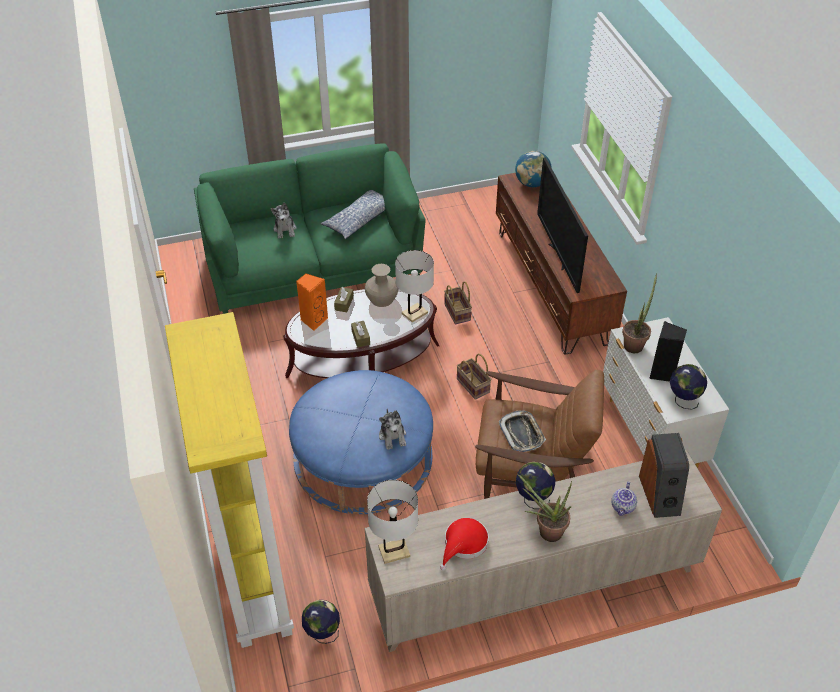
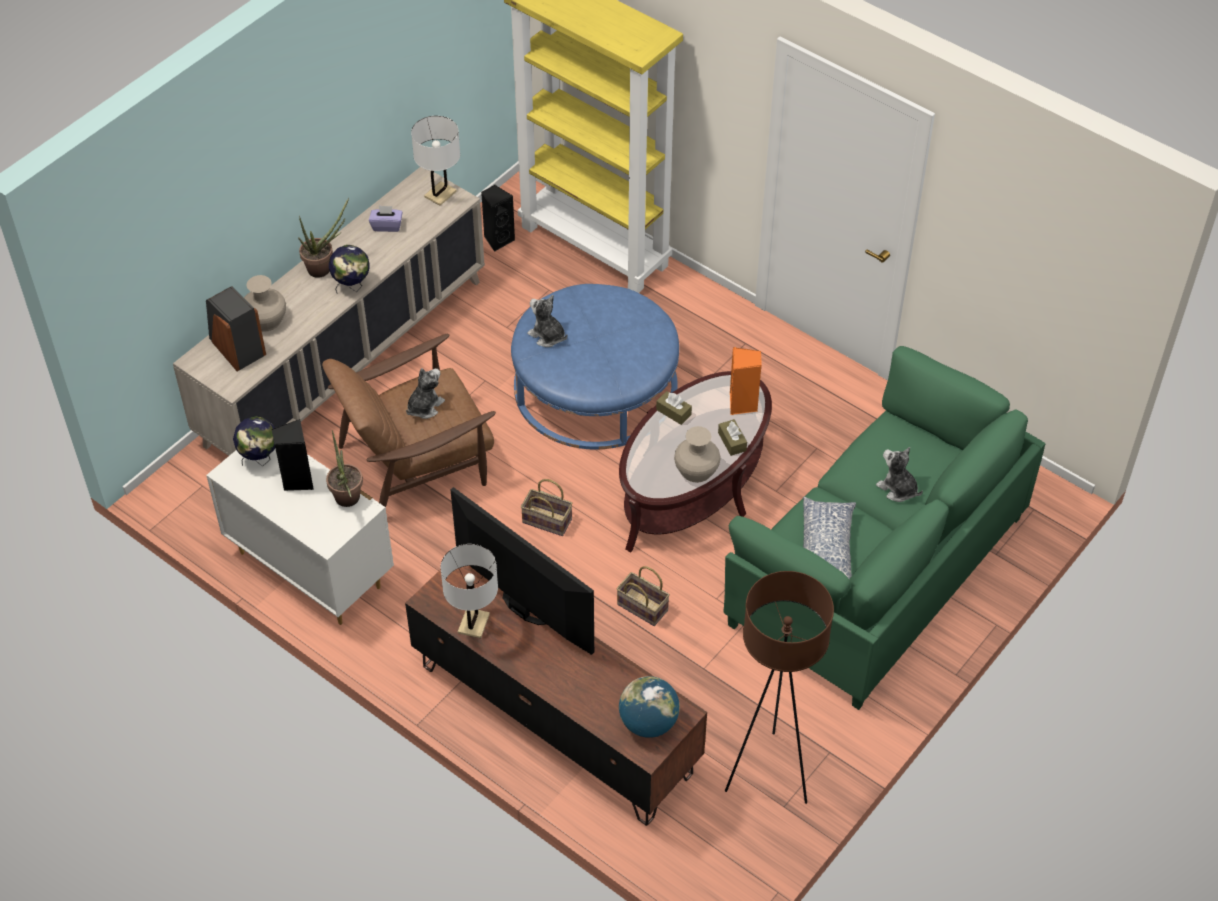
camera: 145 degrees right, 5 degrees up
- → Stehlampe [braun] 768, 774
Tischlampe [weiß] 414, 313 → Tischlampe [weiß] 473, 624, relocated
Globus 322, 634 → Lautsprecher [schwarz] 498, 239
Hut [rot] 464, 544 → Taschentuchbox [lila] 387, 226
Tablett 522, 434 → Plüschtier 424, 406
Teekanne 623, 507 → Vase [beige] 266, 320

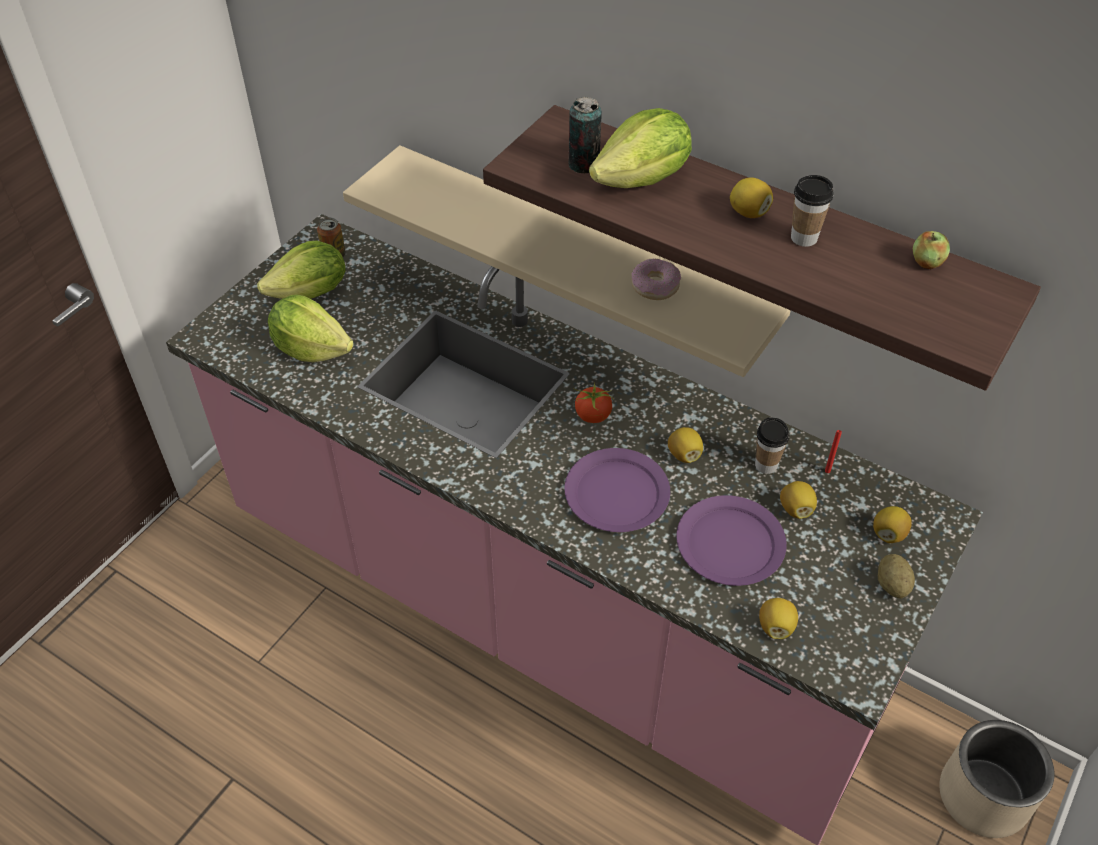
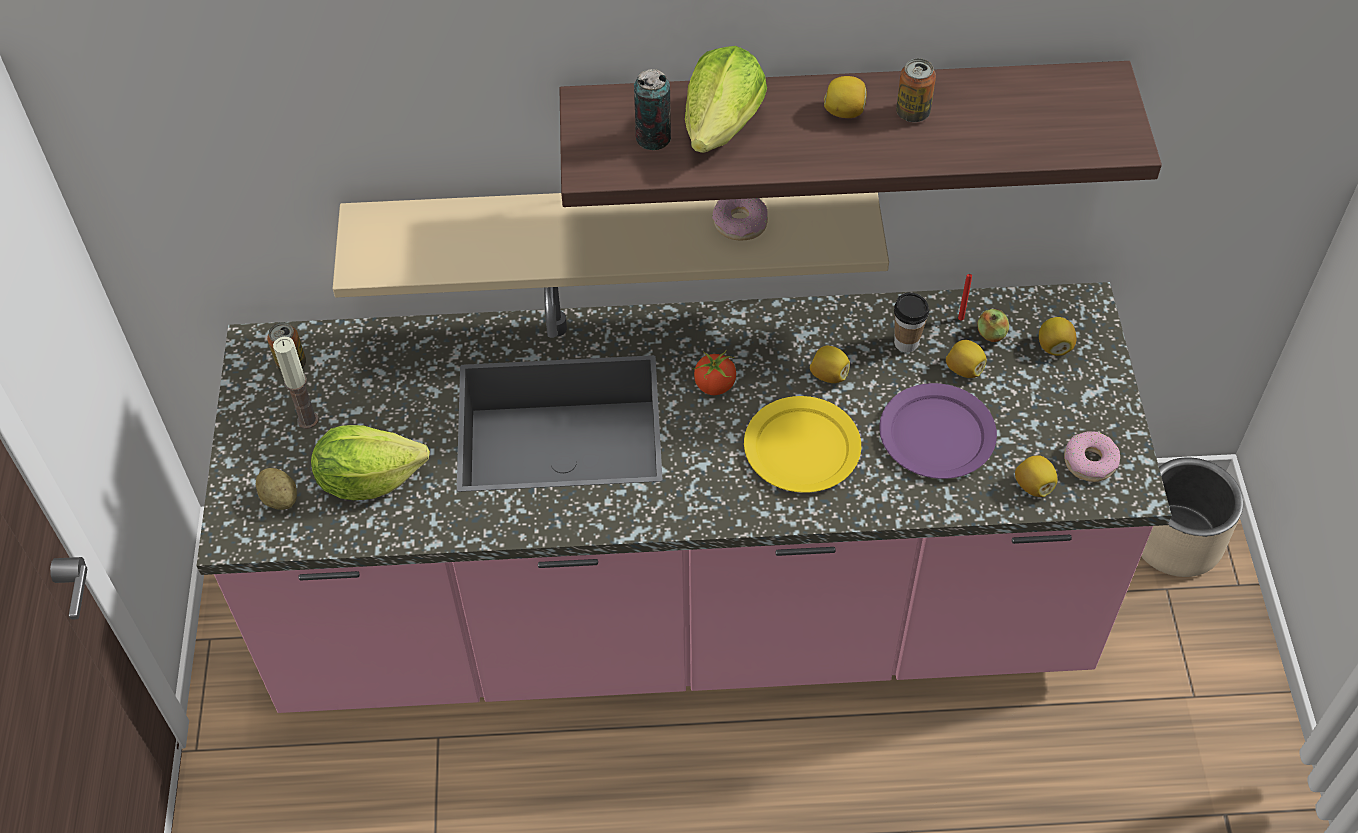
camera: 35 degrees left, 5 degrees up
- → Donut 1089, 461
Kartoffel 892, 585 → Kartoffel 279, 498, relocated
Apfel 926, 262 → Apfel 991, 334, relocated
Salatkopf 311, 293 → Kerze 307, 420
Tasse 804, 238 → Dose 912, 113
Teller [lila] 616, 493 → Teller [gelb] 801, 448

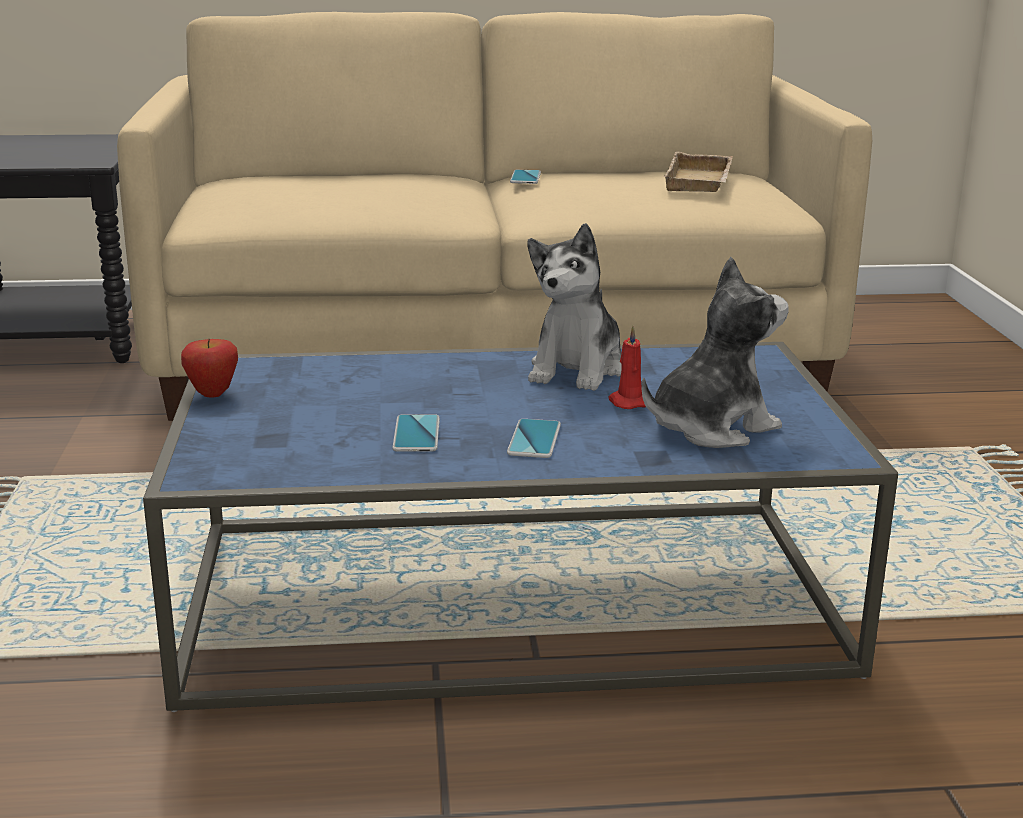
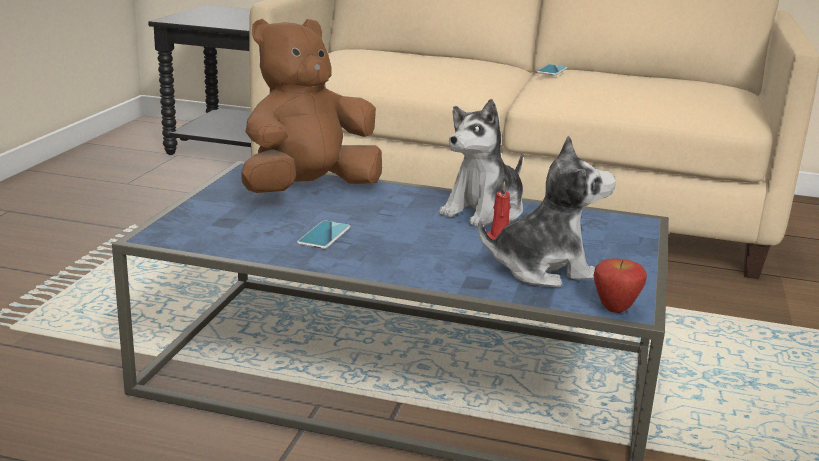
camera: 20 degrees right, 0 degrees up
Handy 534, 440 → -
Tablett [beige] 701, 182 → -
- → Plüschtier [braun] 308, 190
Apfel 212, 394 → Apfel 615, 309, relocated

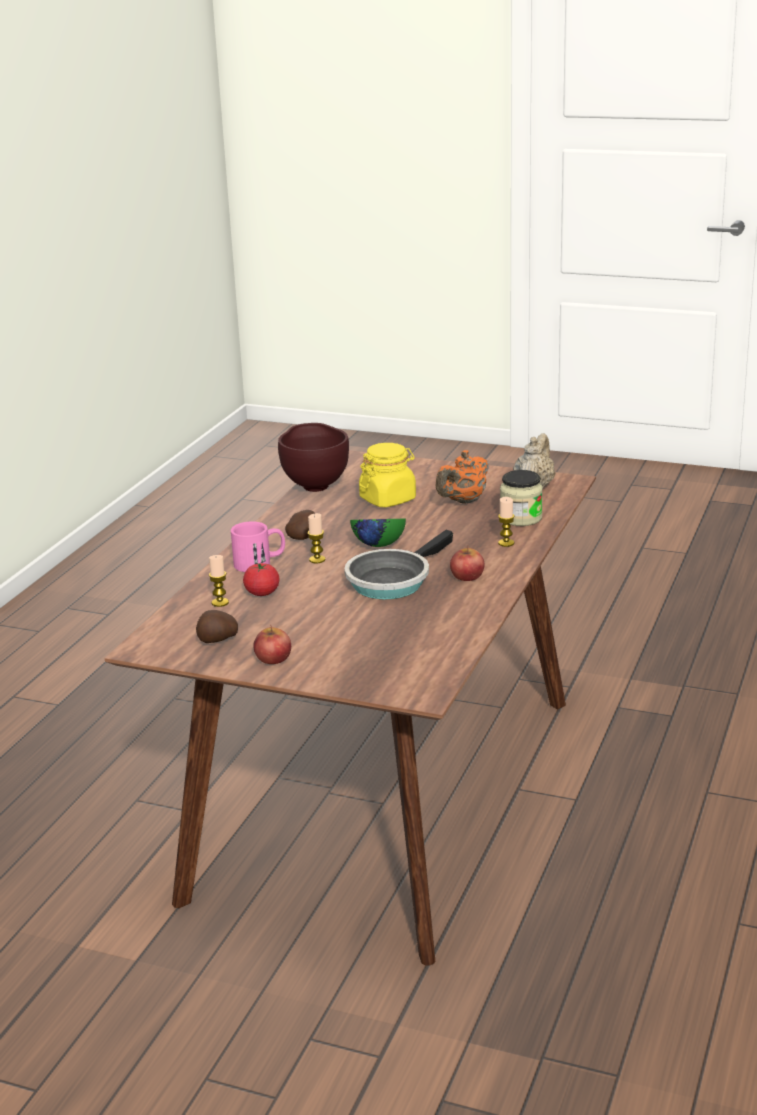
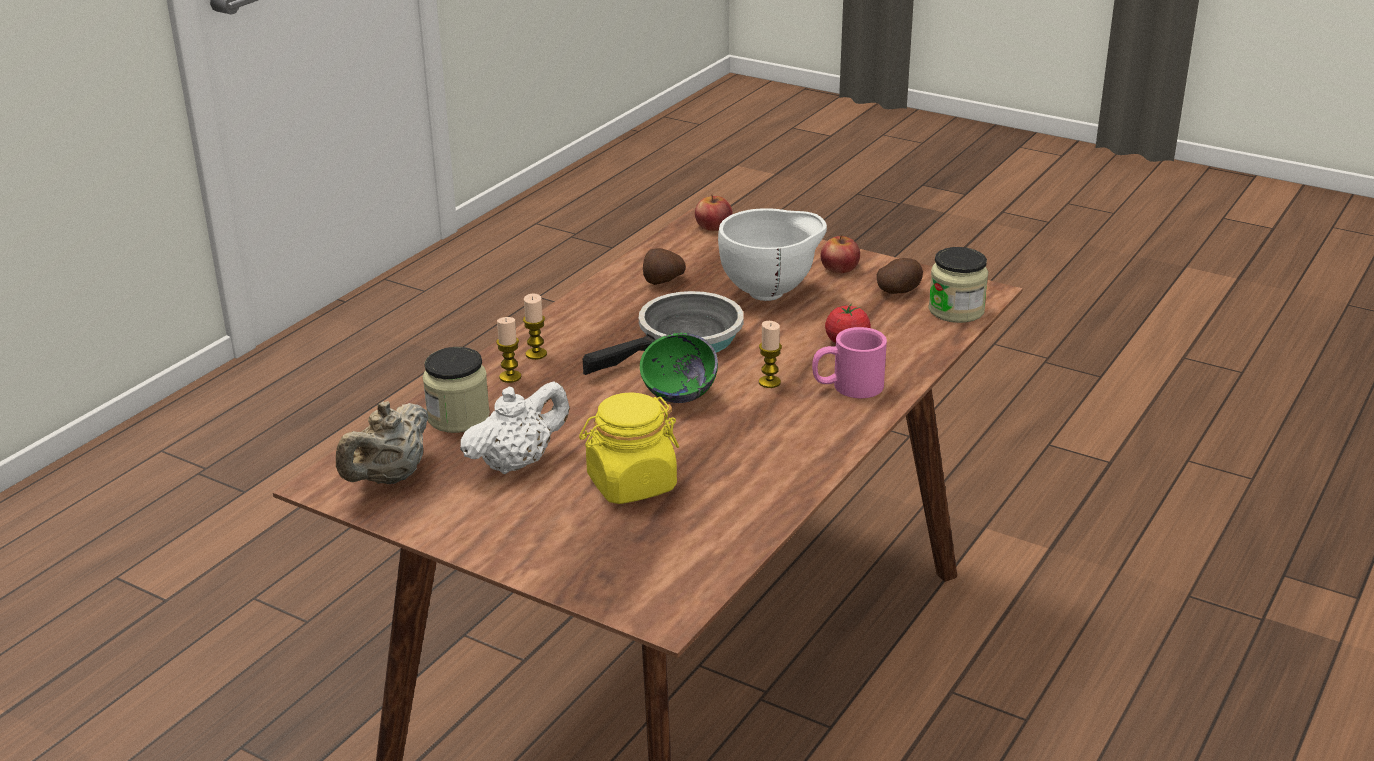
camera: 170 degrees left, 5 degrees up
Schüssel [braun] 315, 485 → -
- → Schüssel [weiß] 771, 293
- → Vorratsglas 956, 310
Kerze 220, 602 → Kerze 536, 354, relocated
Kartoffel 304, 537 → Kartoffel 662, 281, relocated
Apfel 467, 576 → Apfel 713, 226, relocated
Teekanne [orange] 463, 501 → Teekanne [weiß] 517, 463

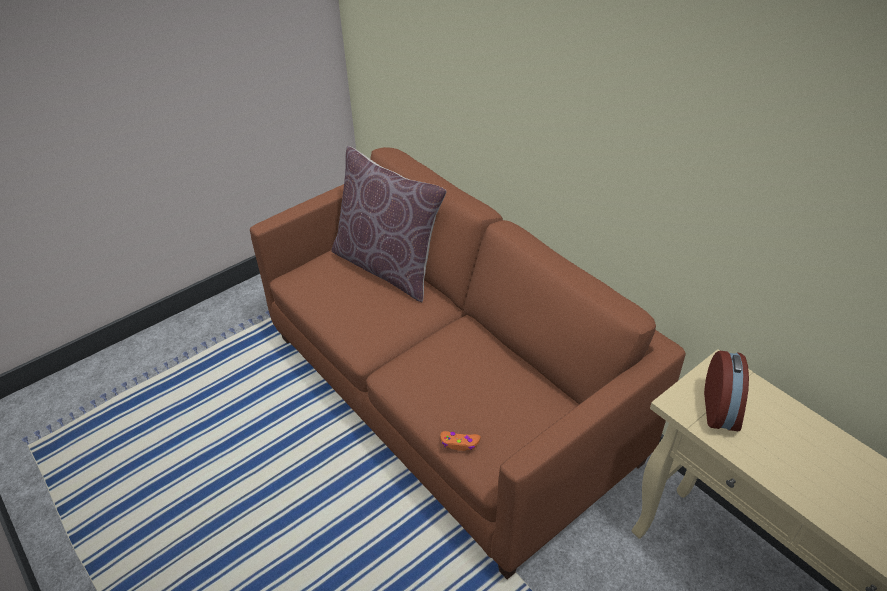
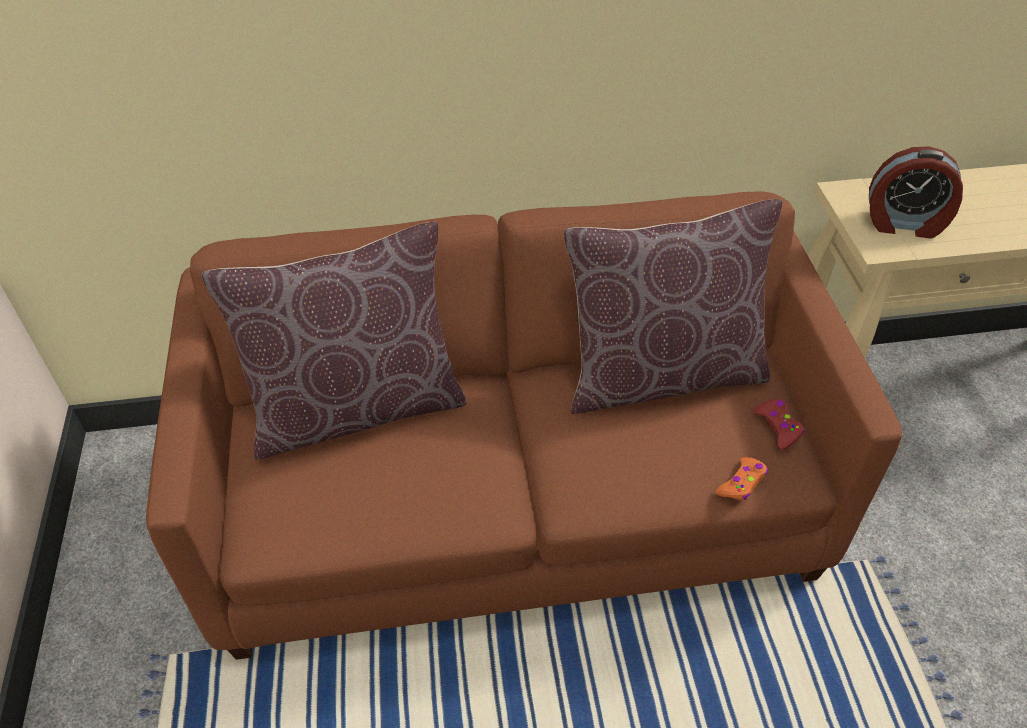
camera: 60 degrees left, 5 degrees up
- → Kissen [braun] 661, 374
- → Gamepad [rot] 778, 427
Wecker 722, 410 → Wecker 904, 223, 150 degrees clockwise

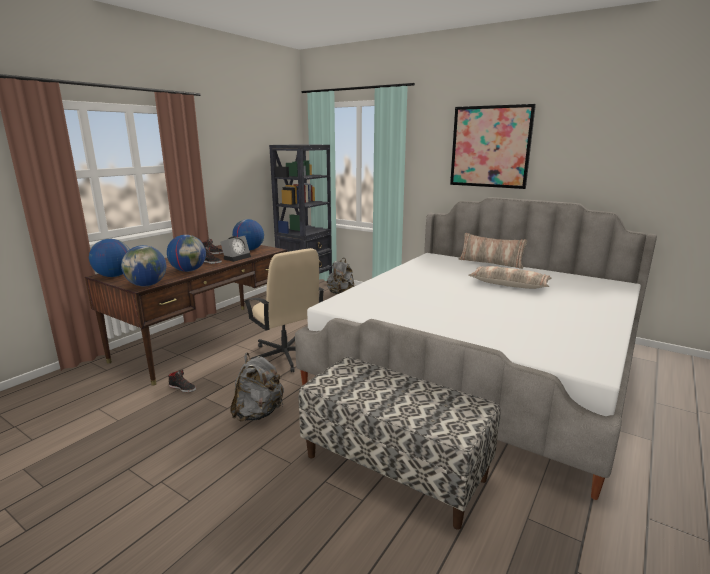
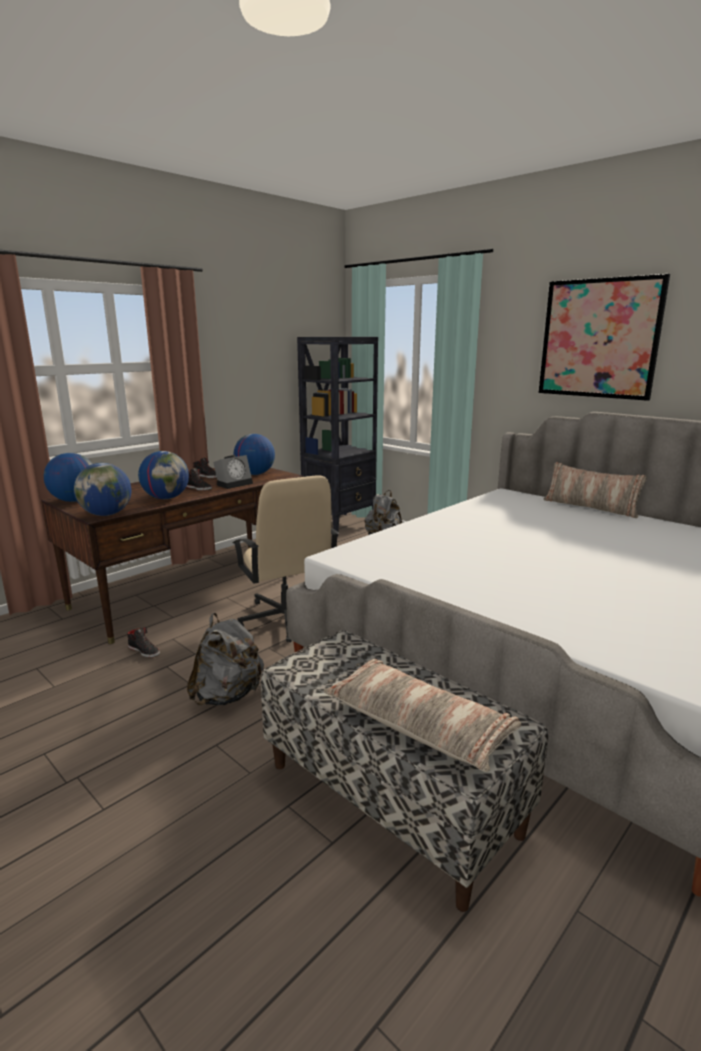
camera: 10 degrees right, 0 degrees up
Kissen 509, 284 → Kissen 418, 725, relocated

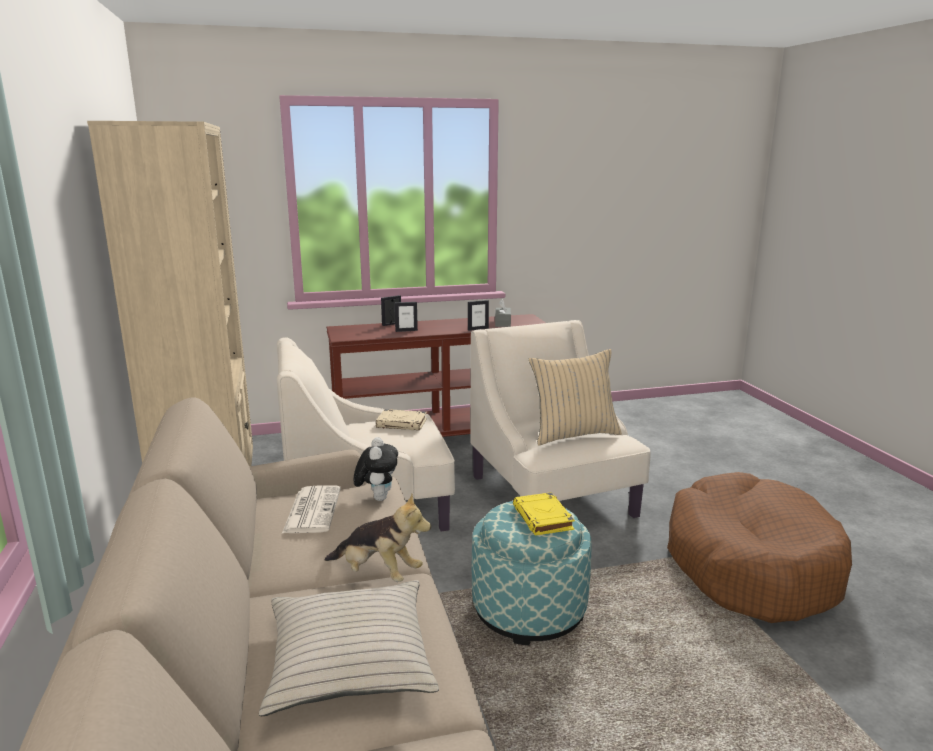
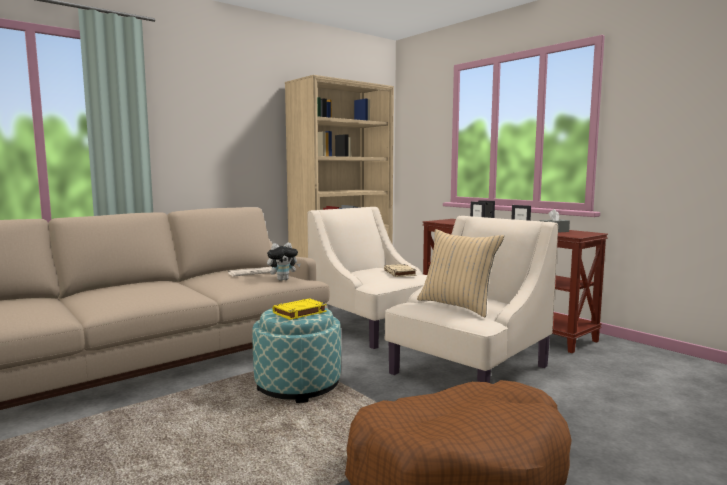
camera: 65 degrees right, 10 degrees down
Kissen [beige] 349, 660 → -
Plüschtier 378, 573 → -

